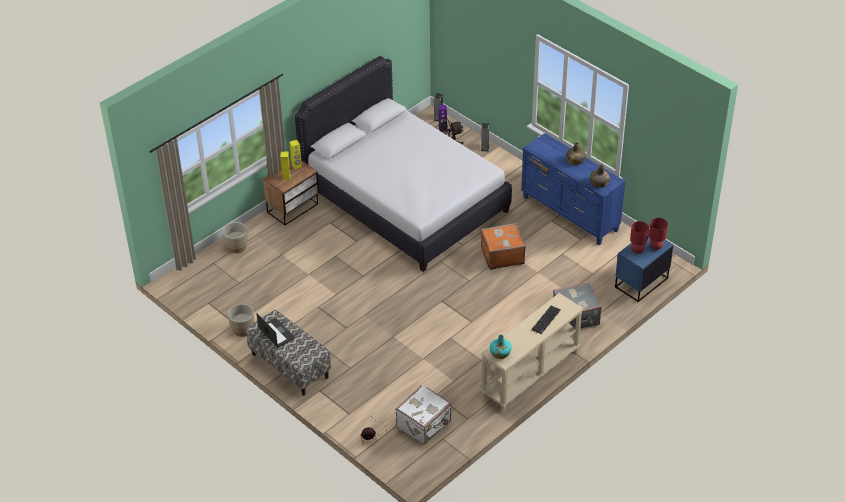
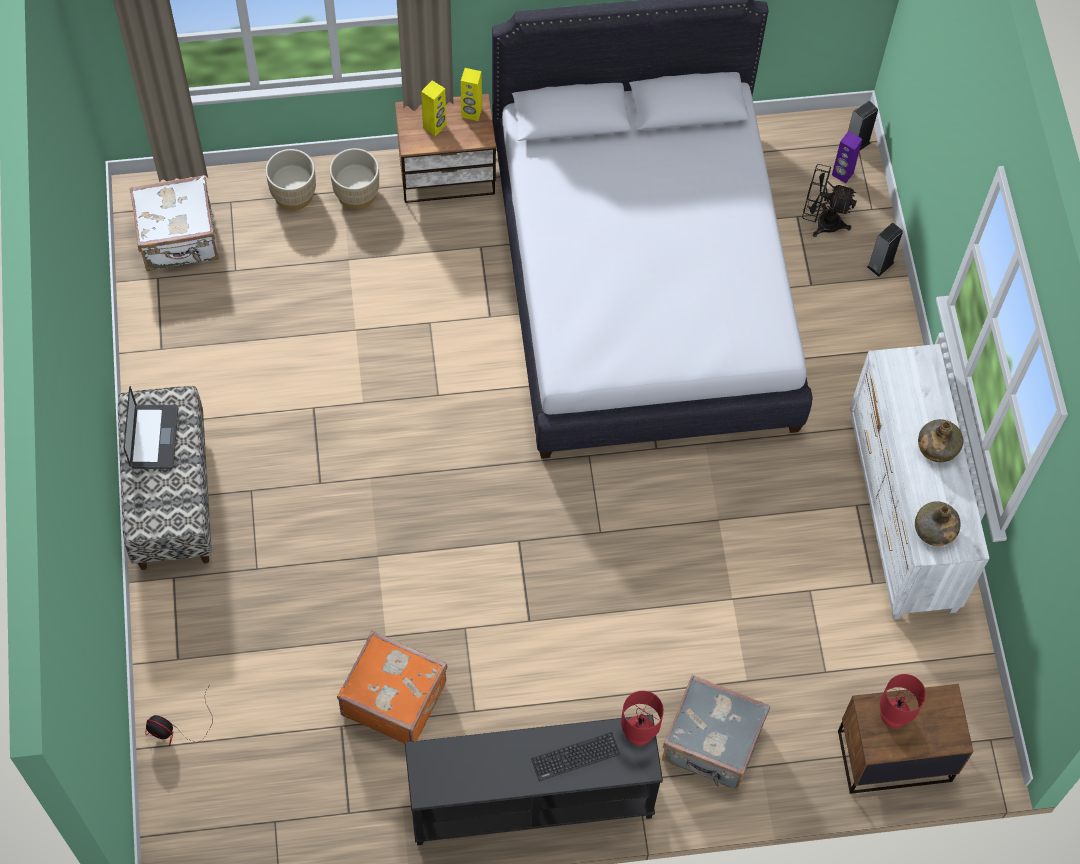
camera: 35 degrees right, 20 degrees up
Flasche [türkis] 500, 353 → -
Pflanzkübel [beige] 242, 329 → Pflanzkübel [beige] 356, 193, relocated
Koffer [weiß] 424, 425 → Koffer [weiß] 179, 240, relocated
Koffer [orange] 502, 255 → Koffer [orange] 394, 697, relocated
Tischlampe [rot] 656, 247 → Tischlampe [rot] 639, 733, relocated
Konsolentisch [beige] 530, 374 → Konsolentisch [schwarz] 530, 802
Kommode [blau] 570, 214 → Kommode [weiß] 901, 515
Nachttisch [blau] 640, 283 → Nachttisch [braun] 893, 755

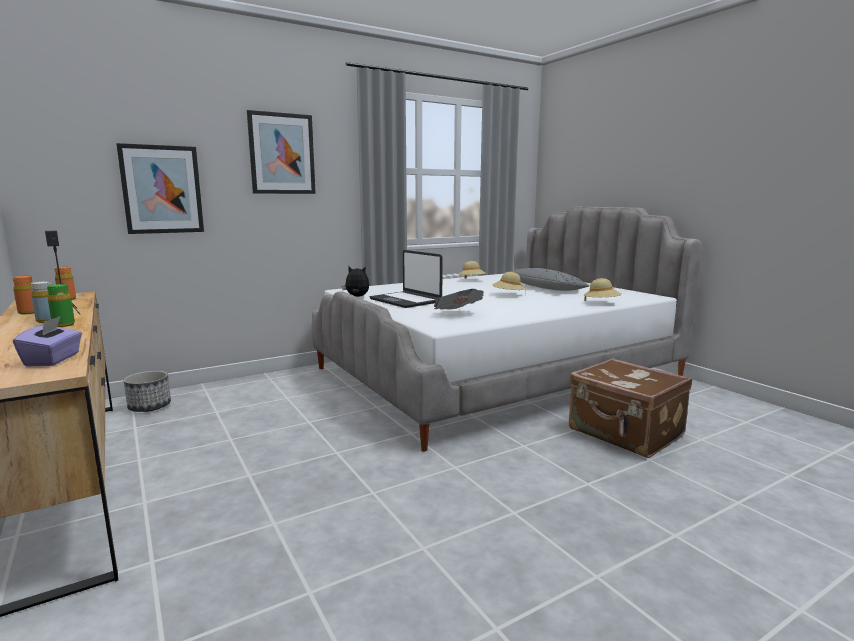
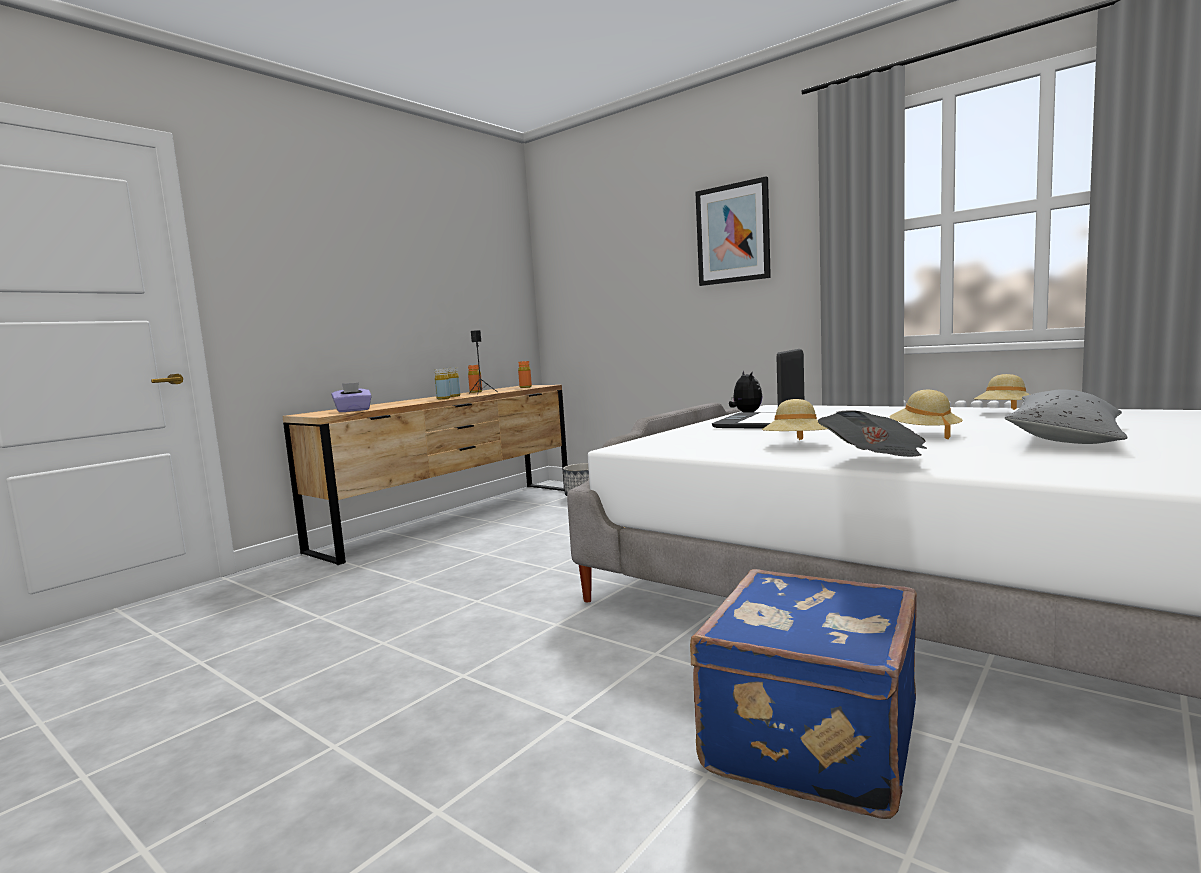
camera: 70 degrees right, 5 degrees down
Bild 162, 189 → -
Zeitung 458, 314 → Zeitung 876, 463, relocated
Hut [beige] 601, 303 → Hut [beige] 796, 445, relocated
Flasche [grün] 63, 325 → Flasche [gelb] 443, 398
Koffer [braun] 625, 434 → Koffer [blau] 806, 739

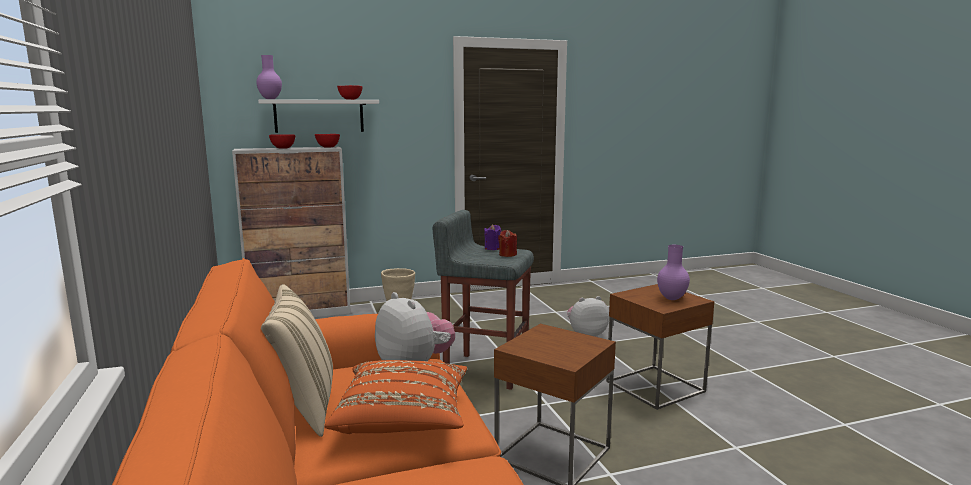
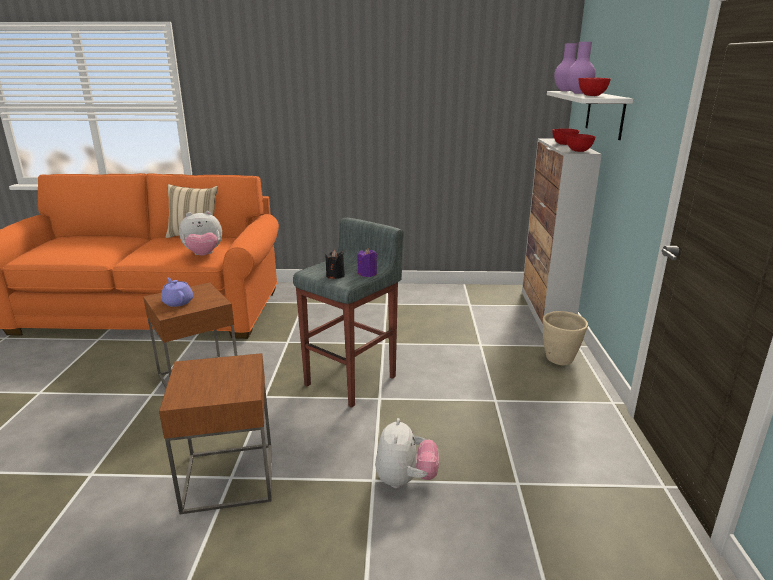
camera: 110 degrees right, 10 degrees up
Kissen [orange] 403, 418 → -
- → Teekanne [lila] 178, 302
Vase [lila] 672, 298 → Vase [lila] 578, 93, relocated
Kerze [rot] 507, 254 → Kerze [schwarz] 335, 276

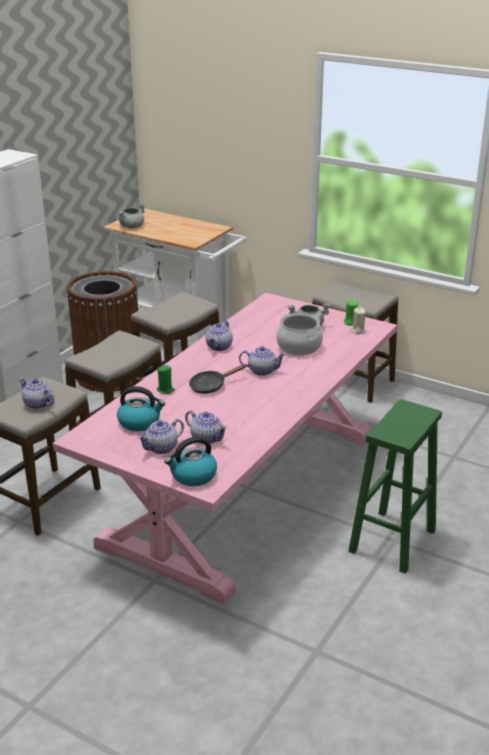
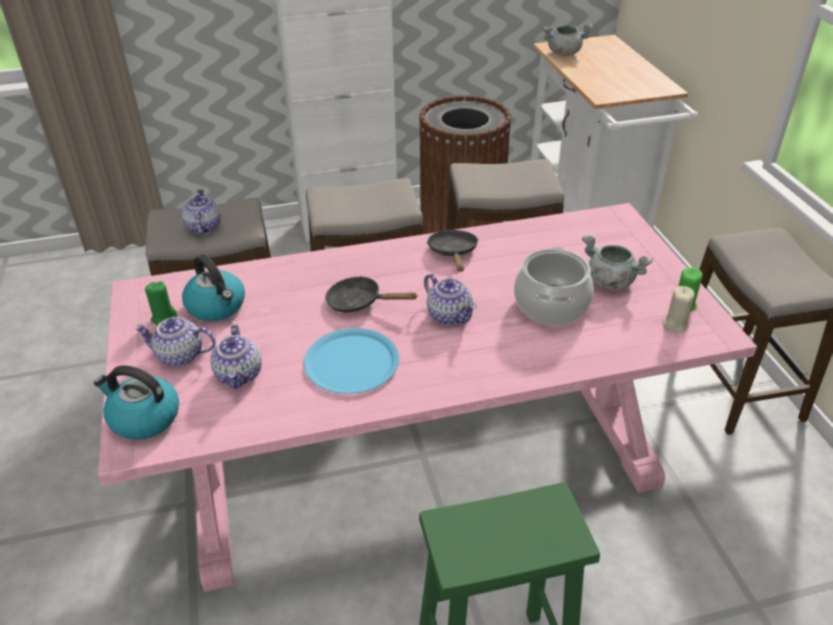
camera: 45 degrees right, 10 degrees up
- → Teller [blau] 352, 362
Kerze [grün] 165, 390 → Kerze [grün] 164, 318, relocated
Teekanne 219, 347 → Pfanne [schwarz] 453, 253

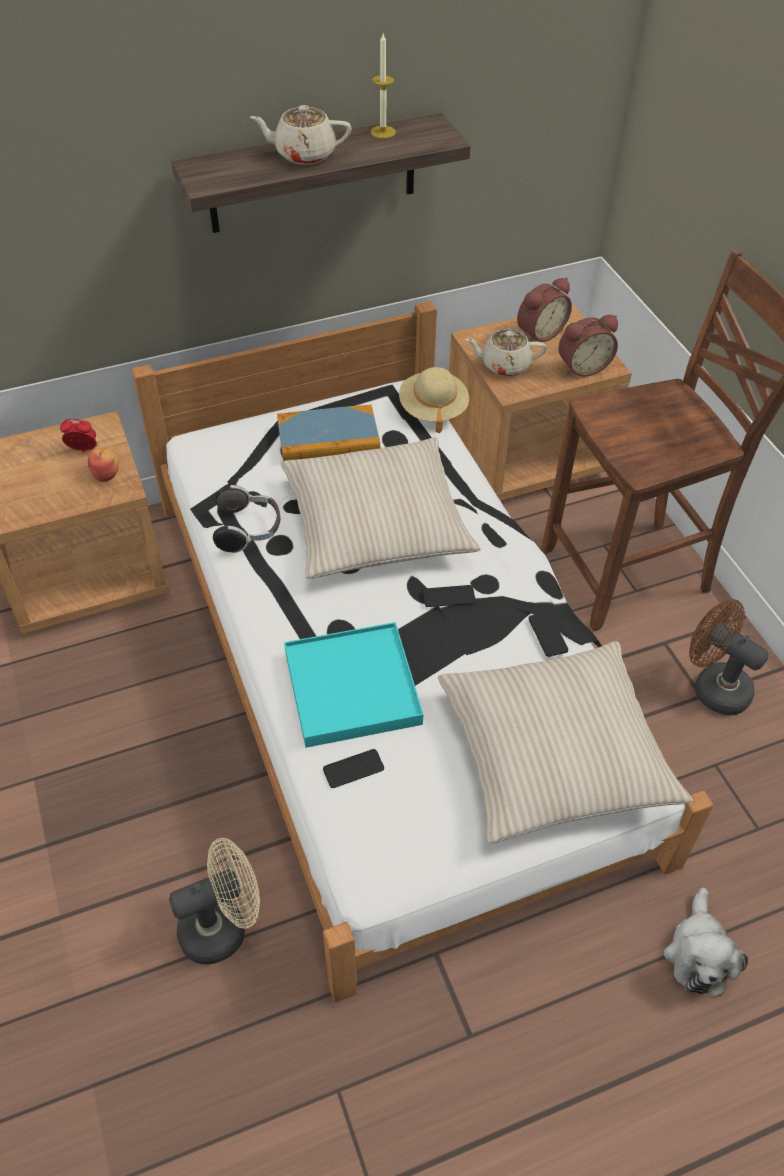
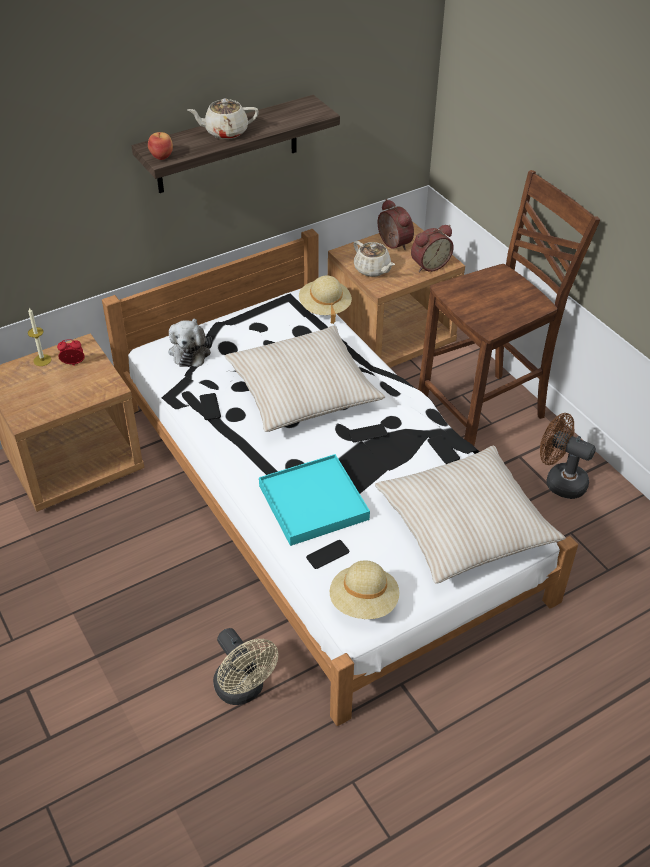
camera: 10 degrees left, 5 degrees down
Buch 328, 438 → -
- → Hut [beige] 364, 602
Apfel 106, 474 → Apfel 162, 155, relocated
Kerze 383, 132 → Kerze 42, 360, relocated
Plüschtier 699, 953 → Plüschtier 190, 350, relocated
Kopfhörer 248, 530 → Handy 210, 407
Ventilator [beige] 223, 926 → Ventilator [beige] 243, 690, 90 degrees clockwise
Teekanne [beige] 504, 365 → Teekanne [beige] 372, 269, 120 degrees counterclockwise
Wecker 539, 332 → Wecker 392, 244, 75 degrees counterclockwise

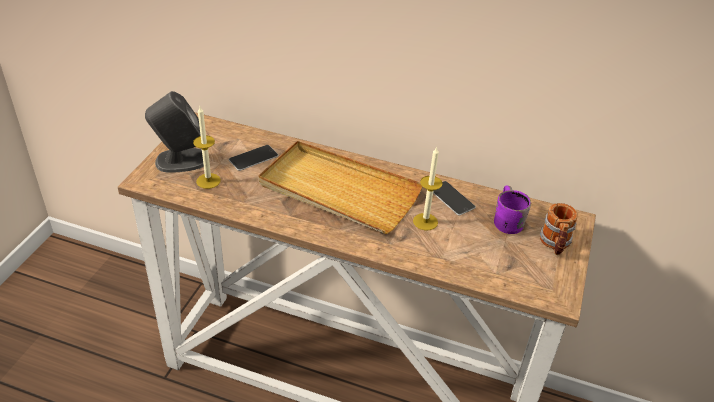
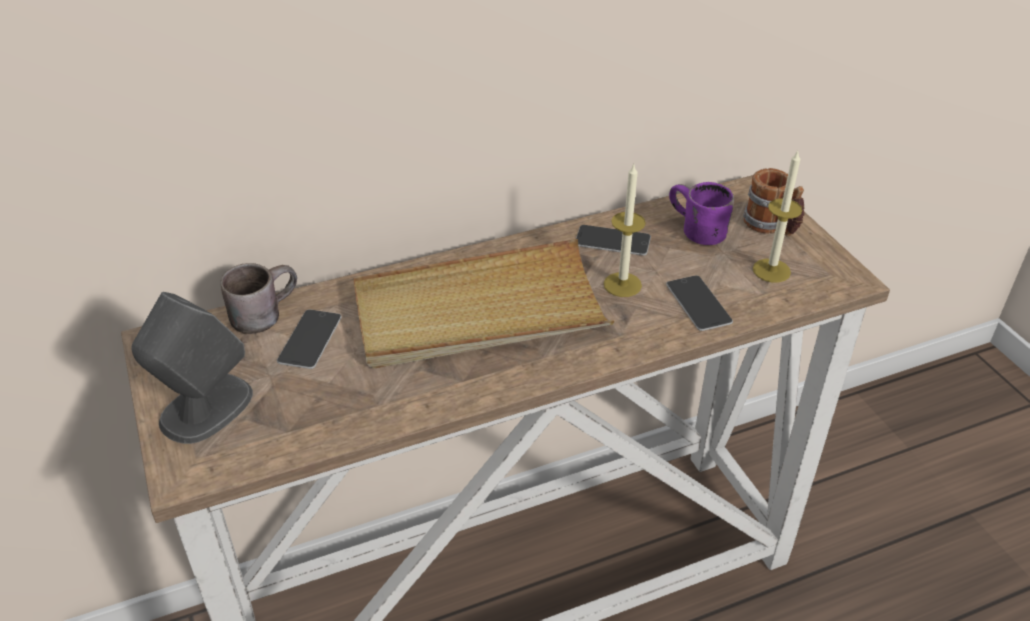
camera: 40 degrees left, 0 degrees up
- → Henkelbecher [braun] 262, 312
- → Handy 698, 303
Kerze 208, 181 → Kerze 771, 270, relocated

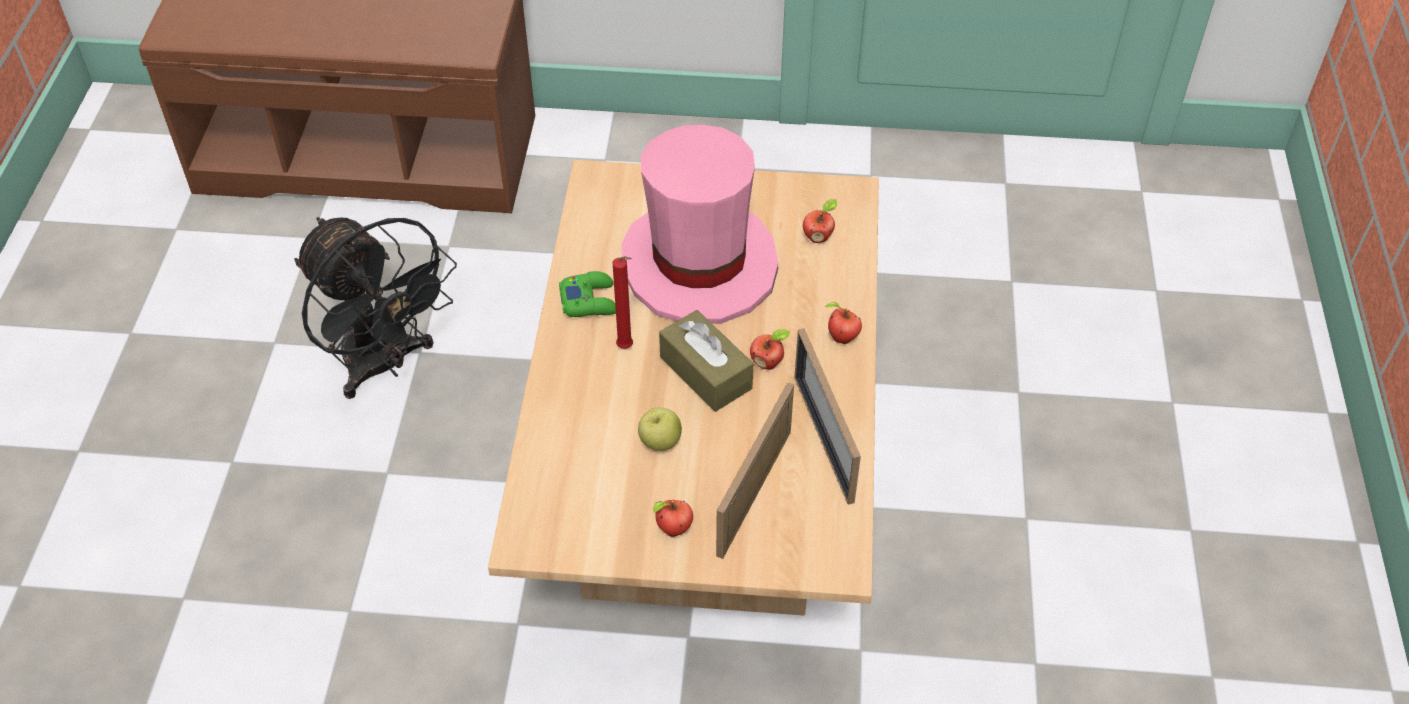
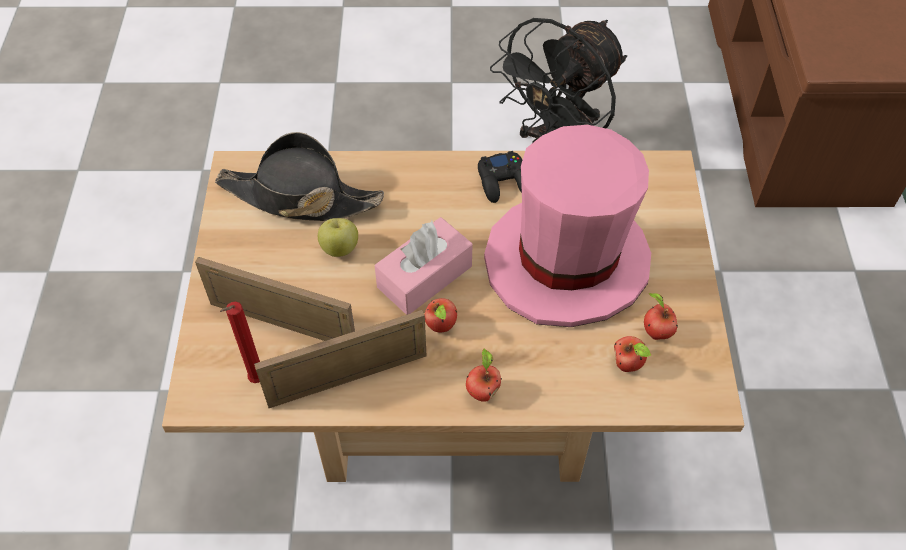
camera: 85 degrees right, 5 degrees up
- → Hut [schwarz] 299, 197
Kerze [rot] 627, 348 → Kerze [rot] 255, 381, relocated
Apfel 673, 530 → Apfel 655, 332, relocated
Gamepad [grün] 589, 300 → Gamepad [schwarz] 504, 182
Taschentuchbox [braun] 705, 373 → Taschentuchbox [rosa] 424, 277

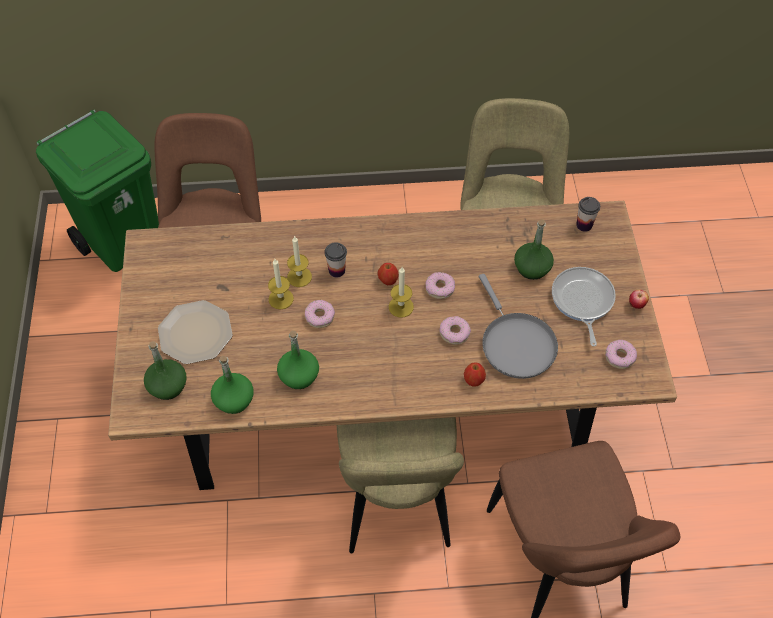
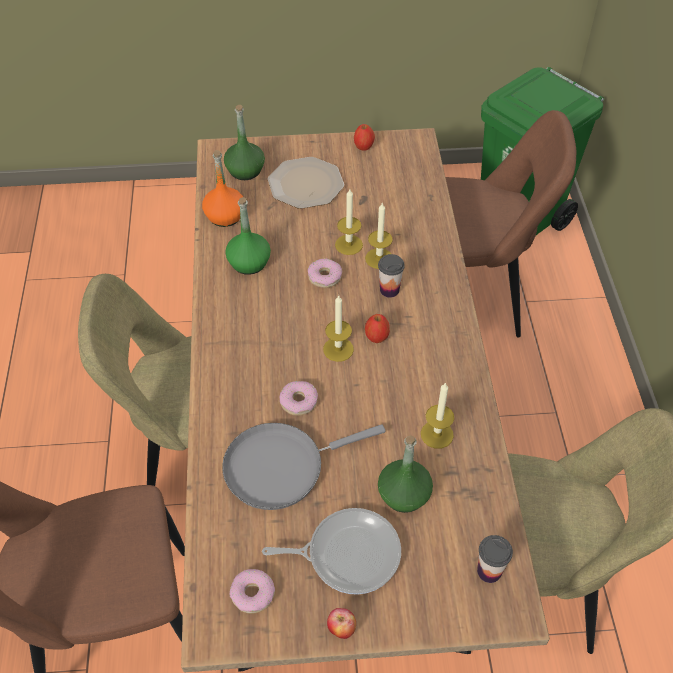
camera: 90 degrees right, 5 degrees down
Donut 440, 288 → -
- → Kerze 437, 434
Apfel 474, 380 → Apfel 363, 147, relocated
Flasche [grün] 234, 399 → Flasche [orange] 225, 216

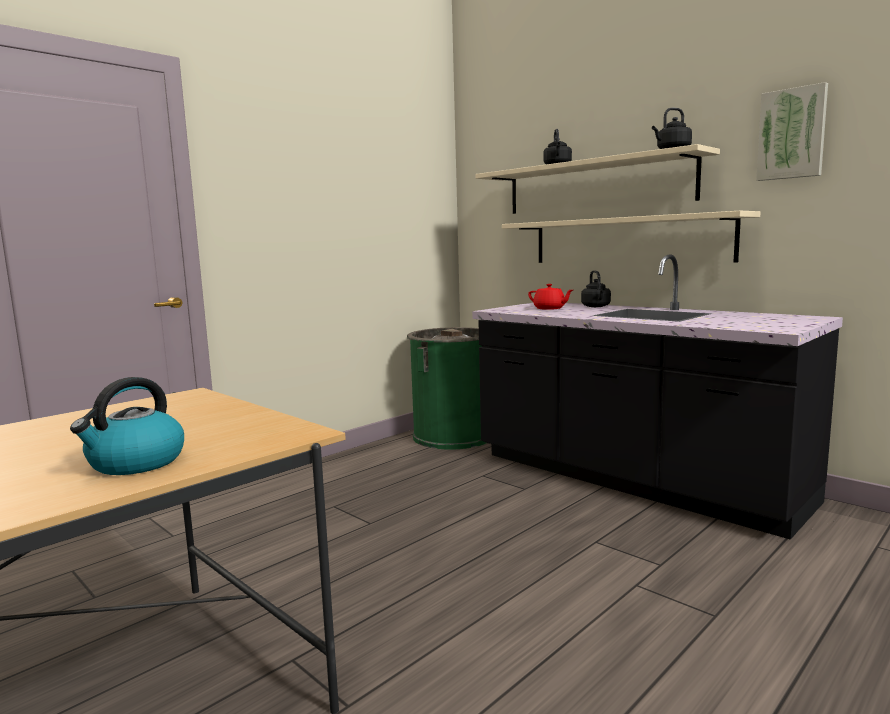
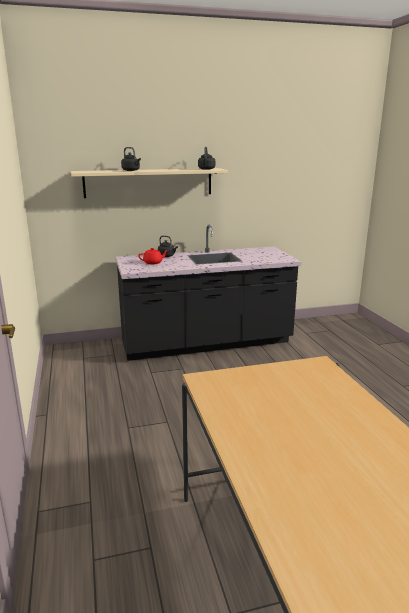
camera: 60 degrees left, 10 degrees up
Wasserkessel 136, 463 → -
Mülleimer [grün] 453, 436 → -
Wandregal [beige] 627, 240 → -
Bild 792, 134 → -

